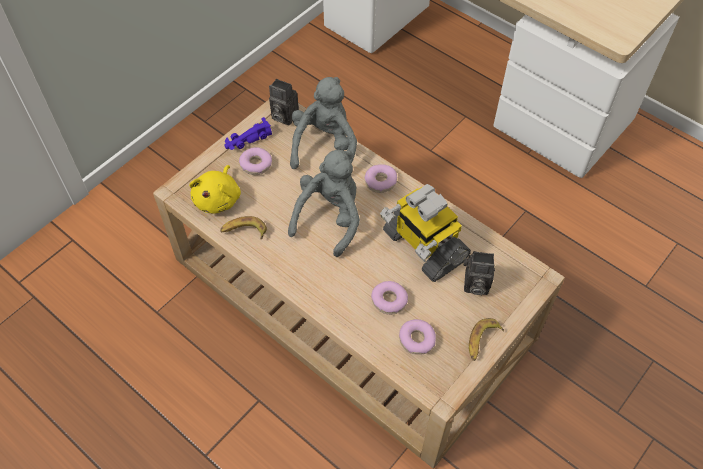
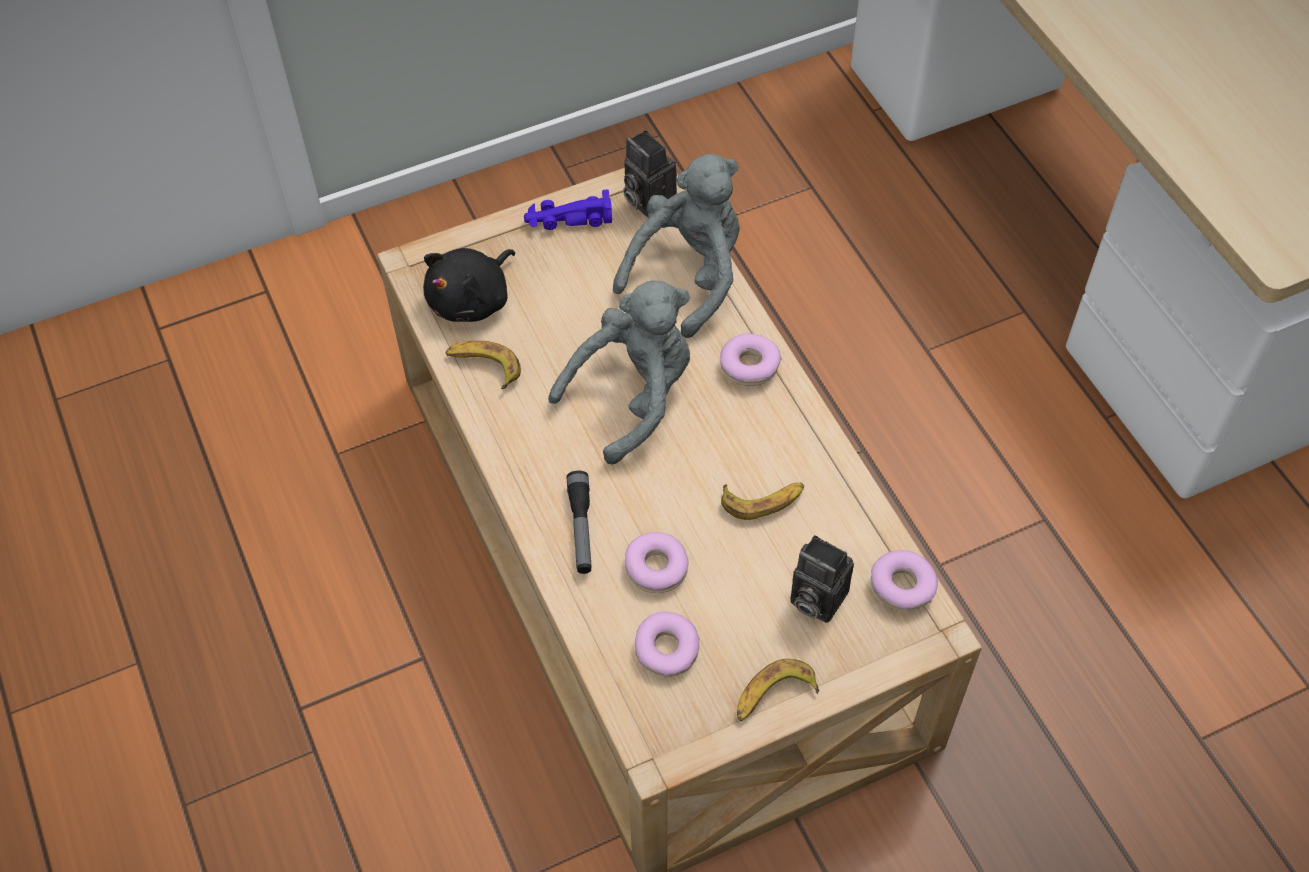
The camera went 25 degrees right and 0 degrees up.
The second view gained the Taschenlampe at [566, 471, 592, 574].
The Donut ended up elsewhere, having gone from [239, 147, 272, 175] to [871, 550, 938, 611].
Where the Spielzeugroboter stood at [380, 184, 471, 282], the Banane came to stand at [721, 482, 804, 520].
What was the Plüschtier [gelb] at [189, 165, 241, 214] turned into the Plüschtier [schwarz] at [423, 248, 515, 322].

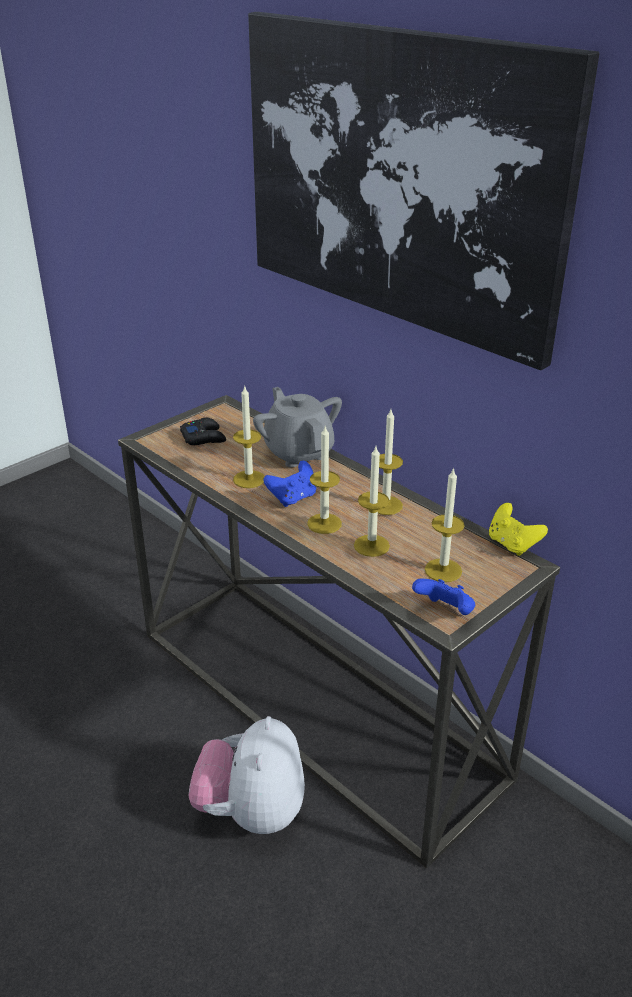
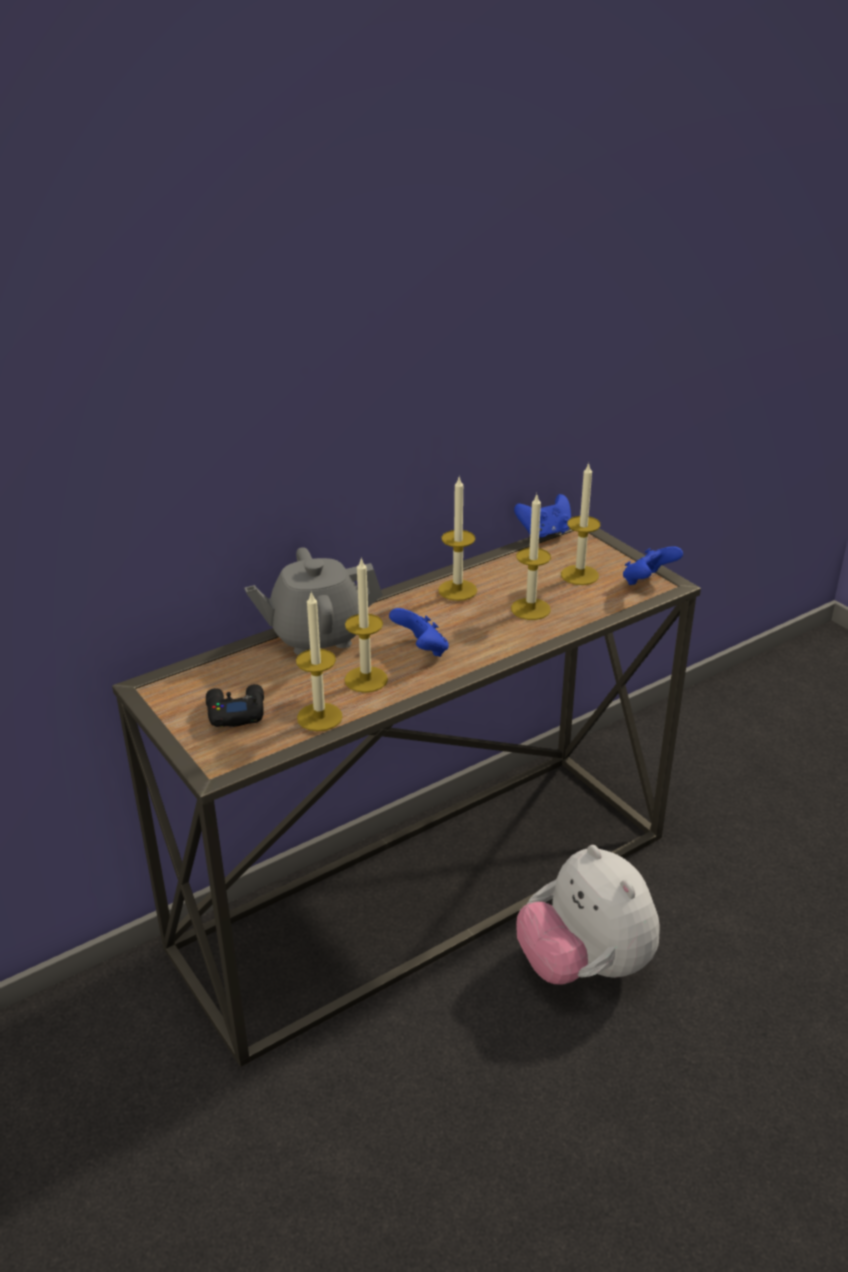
The camera went 80 degrees left and 0 degrees up.
The second view lost the Bild at [248, 12, 599, 370].
The Kerze ended up elsewhere, having gone from [307, 427, 342, 534] to [296, 591, 343, 731].
What was the Gamepad [gelb] at [489, 503, 548, 556] turned into the Gamepad [blau] at [514, 494, 571, 538].
The Plüschtier at [188, 716, 305, 834] ended up facing another way, 45 degrees clockwise from before.

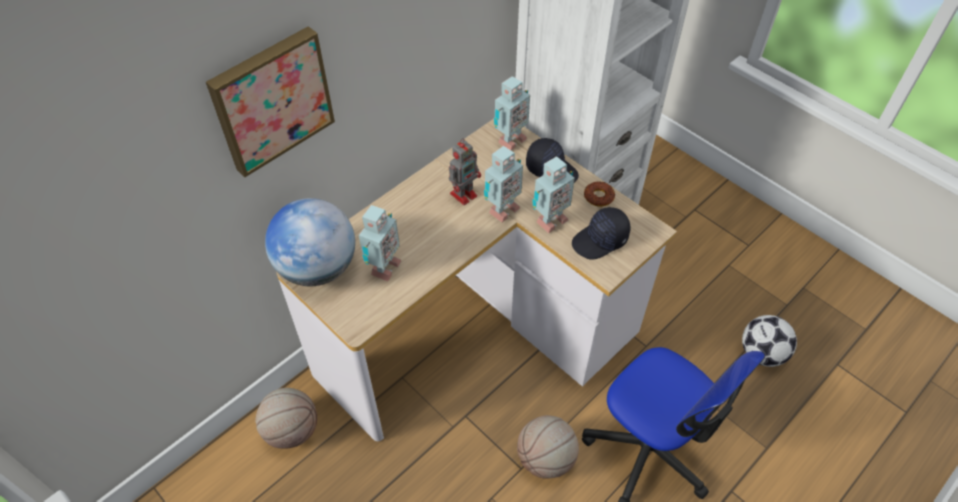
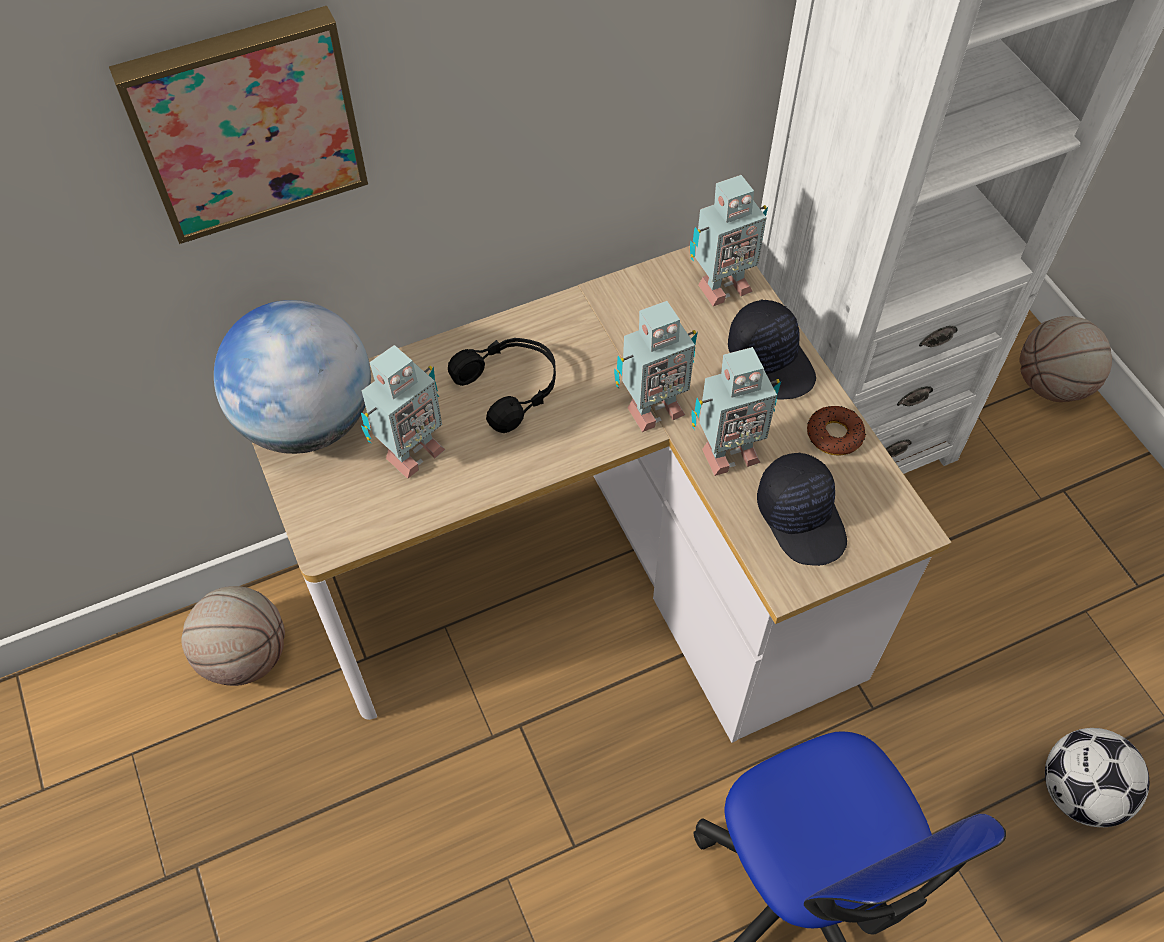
The camera went 20 degrees right and 5 degrees up.
The second view lost the Spielzeugroboter at [449, 138, 481, 205].
The second view gained the Kopfhörer [schwarz] at [448, 338, 556, 433].
The Basketball ended up elsewhere, having gone from [517, 415, 579, 479] to [1020, 316, 1112, 402].
The Kappe [schwarz] at [572, 207, 631, 260] ended up facing another way, 105 degrees counterclockwise from before.

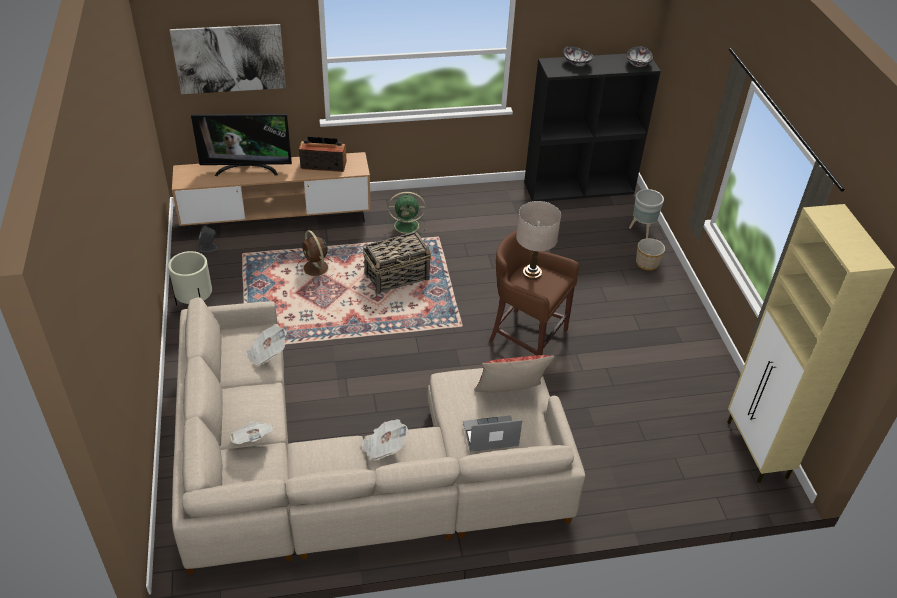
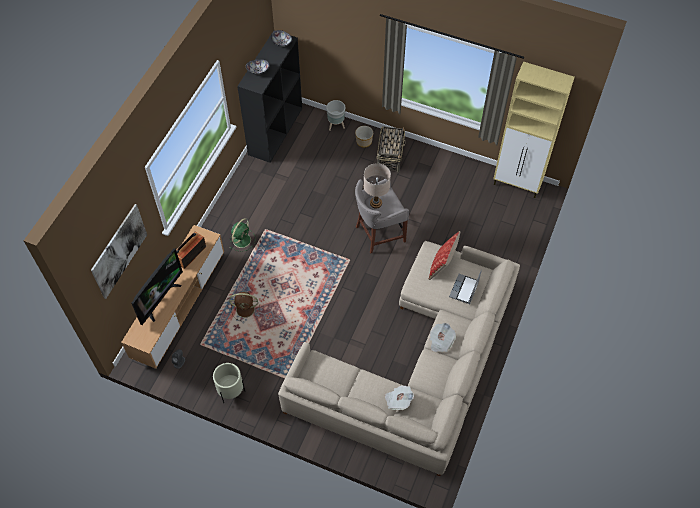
The camera went 55 degrees left and 15 degrees up.
The second view lost the Zeitung at [245, 325, 287, 366].
The Korb ended up elsewhere, having gone from [363, 232, 431, 294] to [377, 126, 406, 173].
What was the Hocker [braun] at [489, 230, 579, 355] turned into the Hocker [grau] at [355, 179, 409, 254].

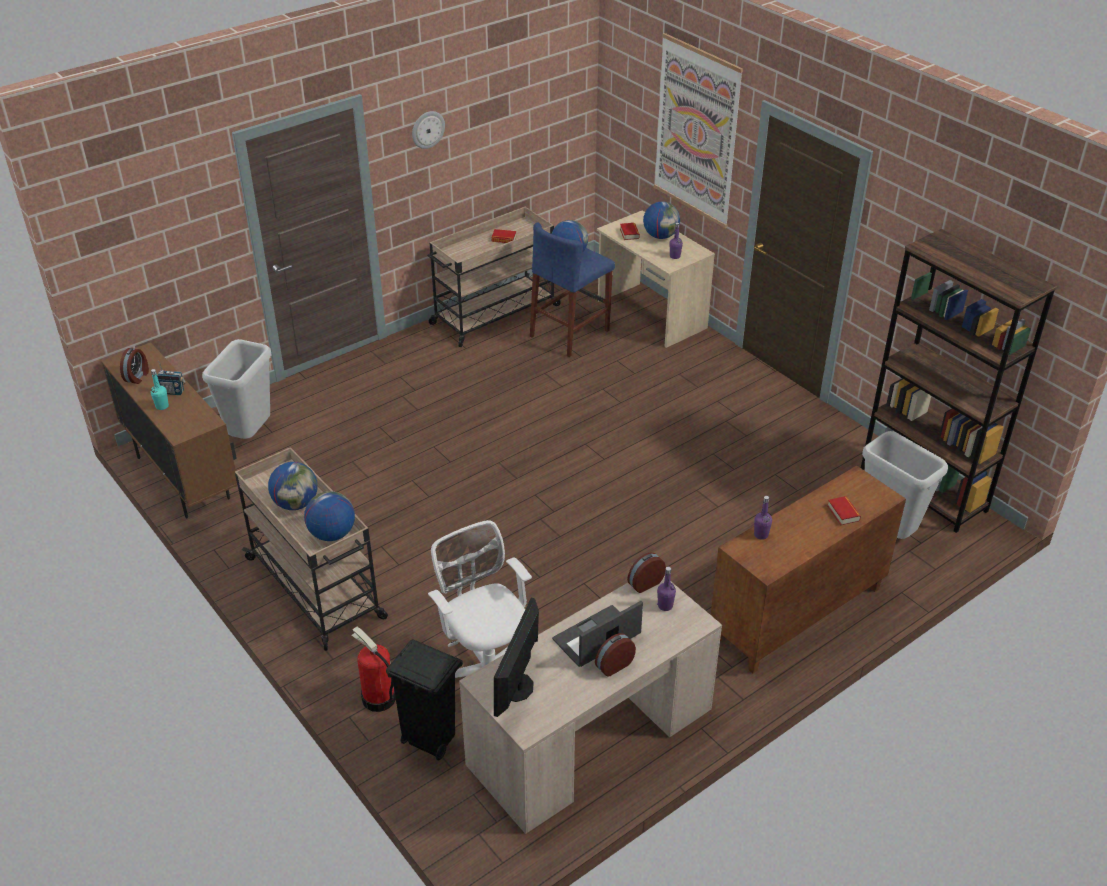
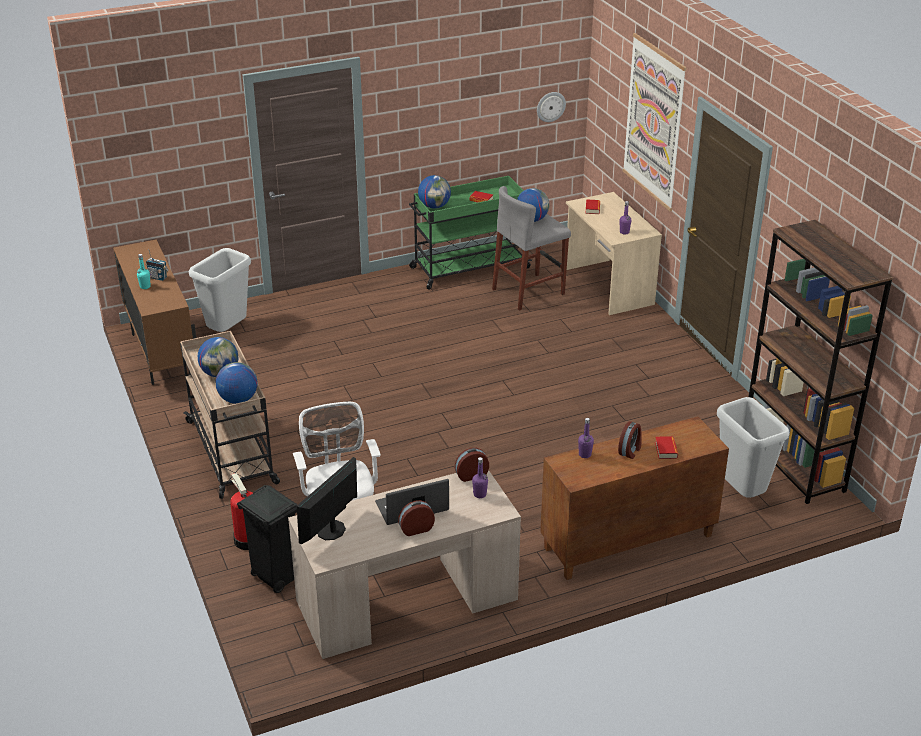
The camera went 15 degrees right and 5 degrees down.
The Wecker ended up elsewhere, having gone from [120, 348, 149, 384] to [618, 421, 642, 459].
The Wanduhr ended up elsewhere, having gone from [412, 111, 445, 149] to [537, 92, 566, 122].
The Globus ended up elsewhere, having gone from [643, 202, 680, 239] to [418, 175, 451, 209].
What was the Rollwagen [beige] at [427, 207, 560, 347] turned into the Rollwagen [grün] at [409, 176, 532, 290].
What was the Hocker [blau] at [530, 222, 615, 357] turned into the Hocker [grau] at [492, 186, 571, 311].

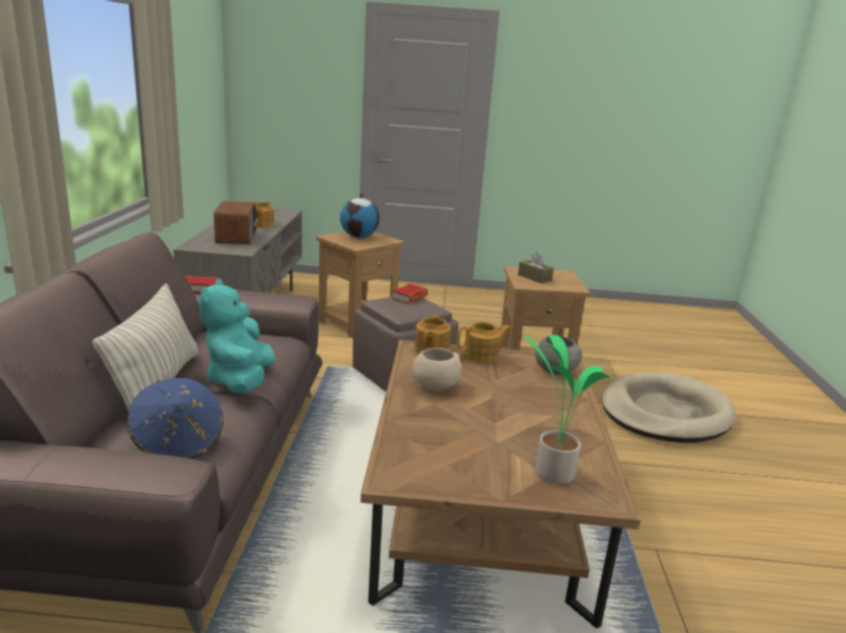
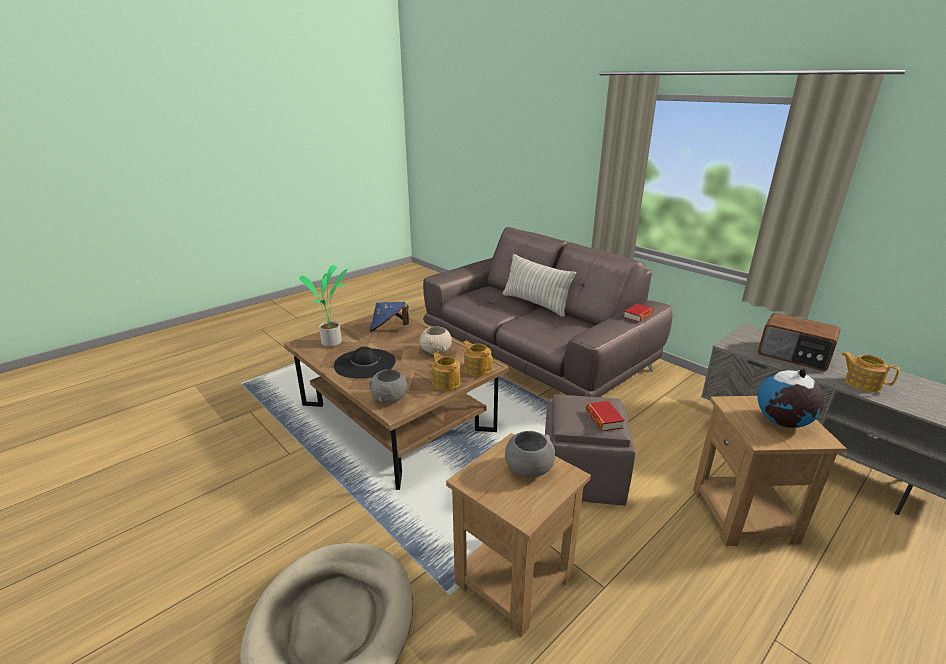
The camera went 135 degrees right and 5 degrees up.
The second view lost the Plüschtier [türkis] at [199, 279, 275, 393].
The second view gained the Hut [schwarz] at [334, 347, 396, 378].
The Hut [blau] ended up elsewhere, having gone from [127, 378, 223, 459] to [369, 302, 409, 332].
Where the Taschentuchbox [braun] stood at [518, 252, 554, 283], the Schüssel [grau] came to stand at [505, 431, 555, 477].
The Teekanne at [457, 322, 511, 363] ended up facing another way, 120 degrees clockwise from before.

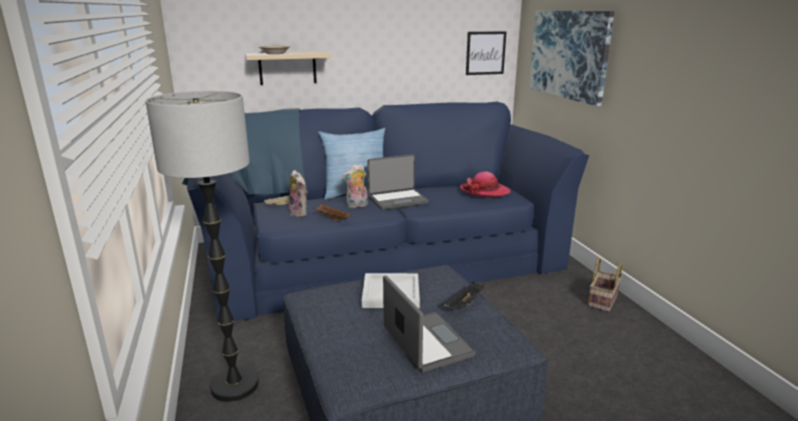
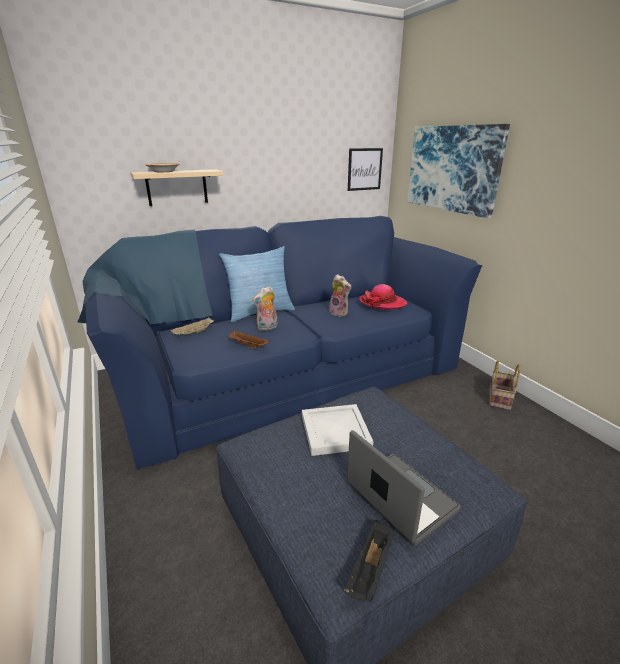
The camera went 10 degrees left and 5 degrees up.
The second view lost the Stehlampe at [145, 91, 259, 402].
The second view lost the Laptop at [368, 154, 429, 210].
The Plüschtier ended up elsewhere, having gone from [289, 170, 308, 217] to [329, 274, 351, 317].
The Tablett [schwarz] ended up elsewhere, having gone from [443, 282, 484, 310] to [344, 520, 395, 602].

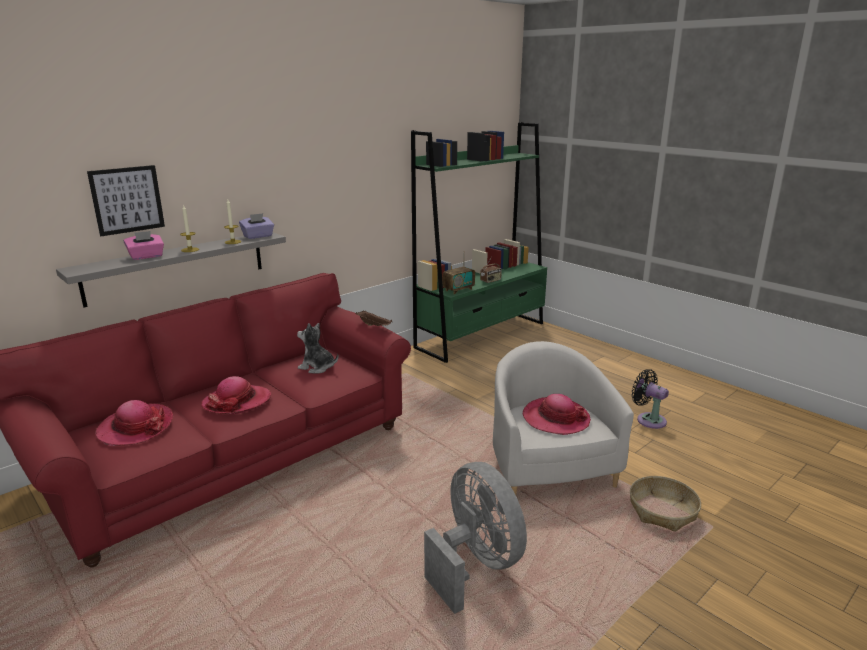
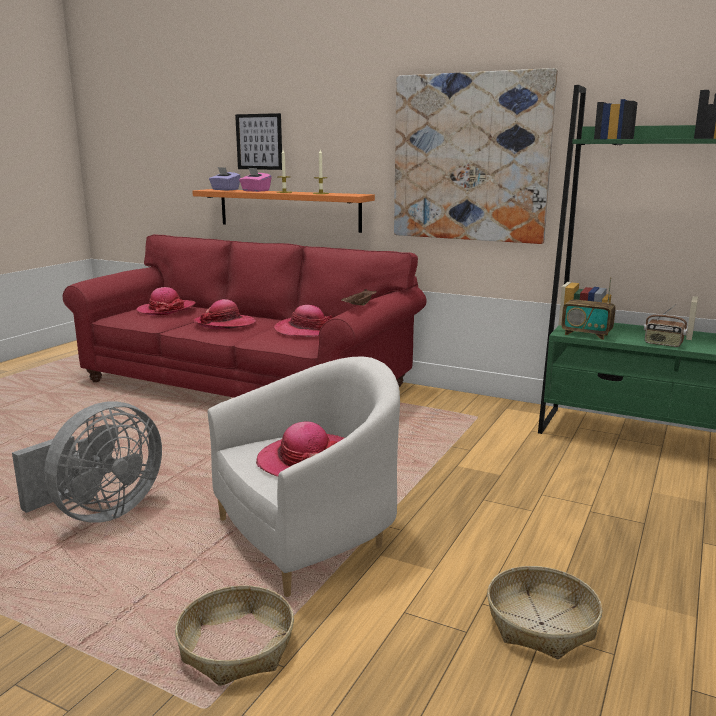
The camera went 70 degrees right and 5 degrees down.
The second view gained the Bild at [394, 68, 558, 244].
The Taschentuchbox [lila] ended up elsewhere, having gone from [239, 213, 274, 239] to [209, 167, 241, 191].
Where the Plüschtier stood at [297, 323, 339, 374], the Hut came to stand at [274, 305, 333, 337].
Where the Ventilator [schwarz] stood at [632, 369, 669, 429], the Korb came to stand at [487, 566, 603, 659].
What was the Wandregal [grau] at [56, 233, 286, 307] turned into the Wandregal [orange] at [192, 189, 375, 233].

